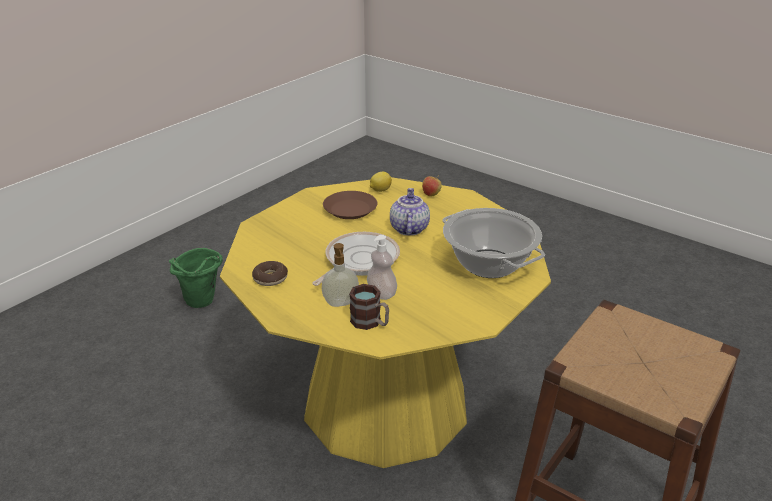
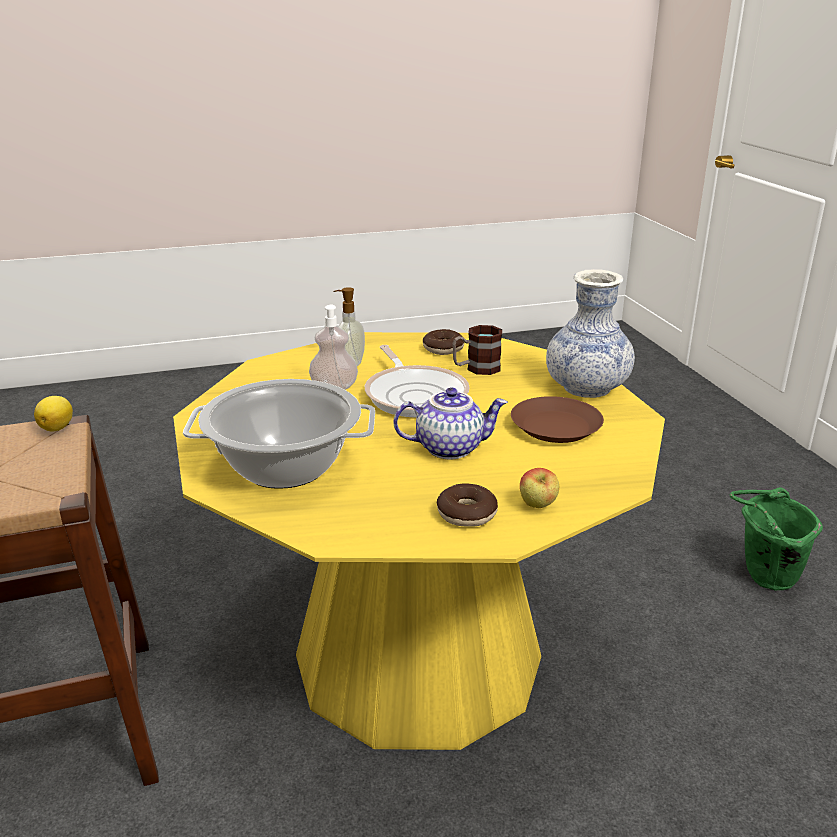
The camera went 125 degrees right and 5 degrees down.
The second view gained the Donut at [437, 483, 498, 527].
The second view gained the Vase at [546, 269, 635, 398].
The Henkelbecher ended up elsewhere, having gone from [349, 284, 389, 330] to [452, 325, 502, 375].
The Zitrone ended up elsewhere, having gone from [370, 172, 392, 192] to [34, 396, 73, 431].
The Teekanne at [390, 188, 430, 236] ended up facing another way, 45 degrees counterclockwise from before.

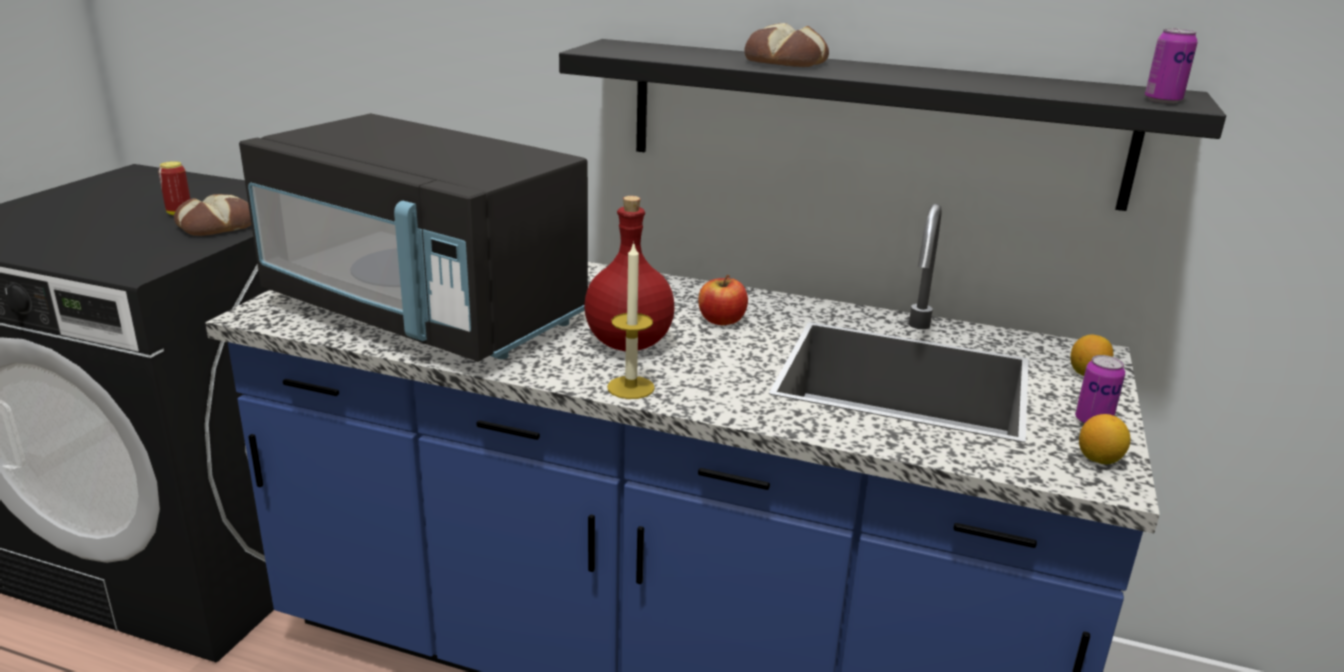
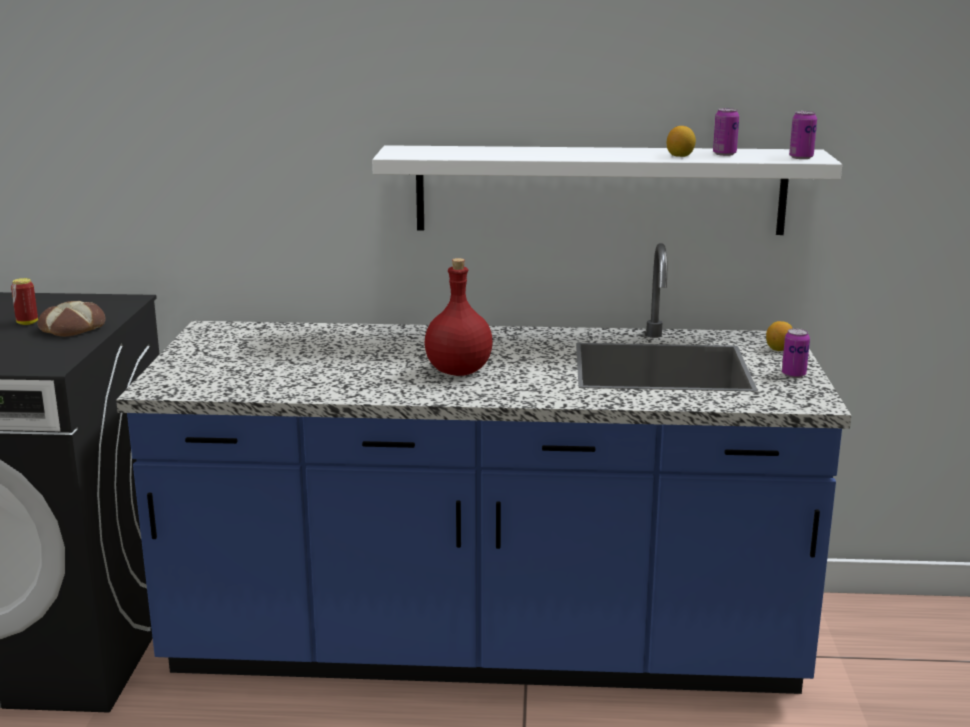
The camera went 15 degrees left and 5 degrees down.
The second view lost the Mikrowelle [schwarz] at [239, 113, 588, 362].
The second view lost the Kerze at [607, 242, 655, 399].
The second view lost the Apfel at [698, 275, 748, 325].
The second view lost the Brot at [744, 23, 829, 67].
The second view gained the Dose at [713, 108, 739, 156].
The Zitrone ended up elsewhere, having gone from [1079, 414, 1130, 464] to [667, 126, 696, 157].
What was the Wandregal [schwarz] at [559, 39, 1226, 211] turned into the Wandregal [weiß] at [372, 145, 842, 235].

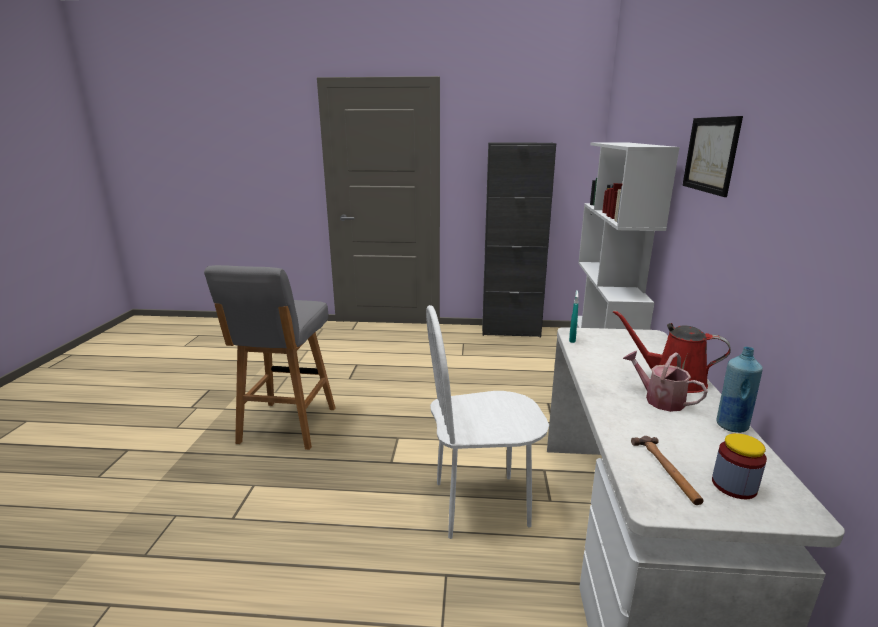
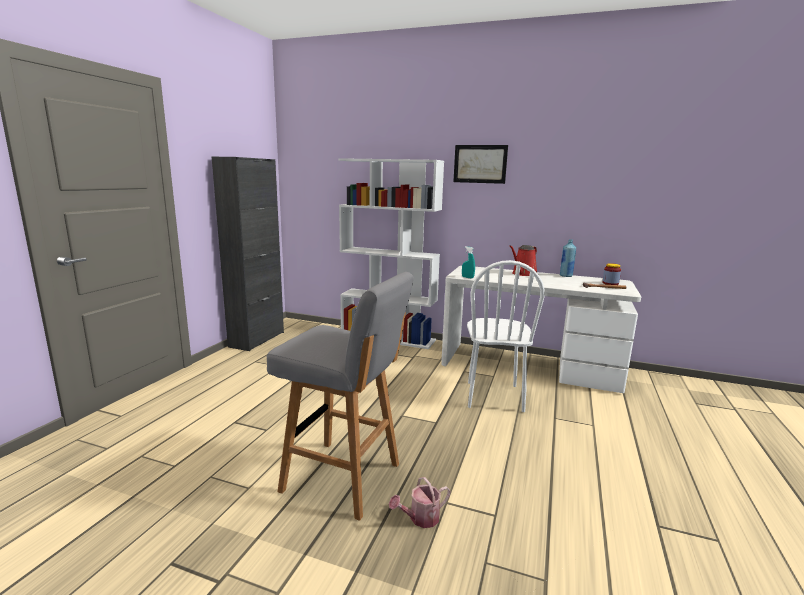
The camera went 75 degrees left and 5 degrees down.
The Gießkanne ended up elsewhere, having gone from [623, 351, 708, 412] to [389, 477, 450, 528].

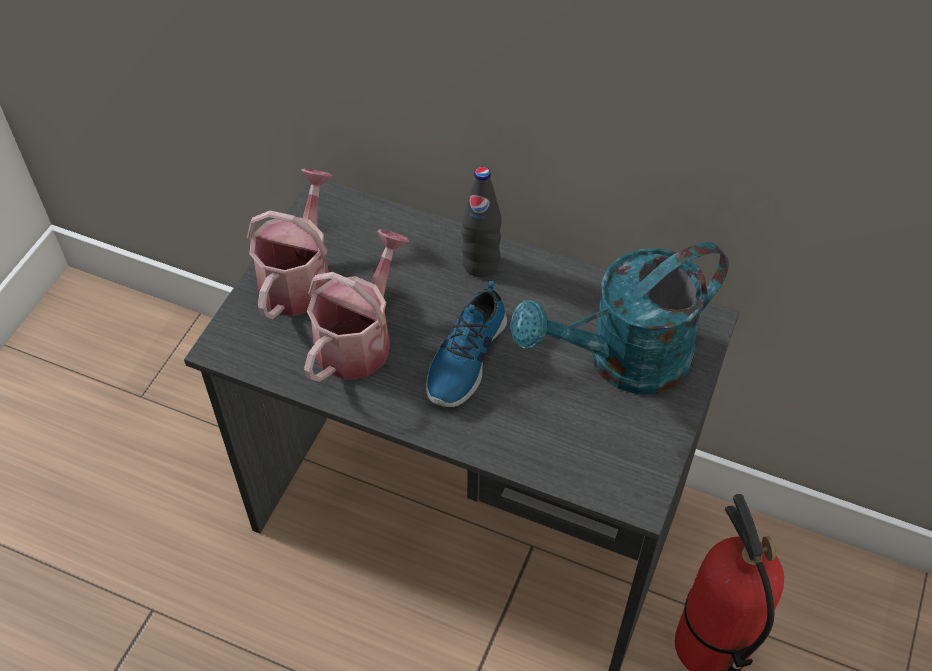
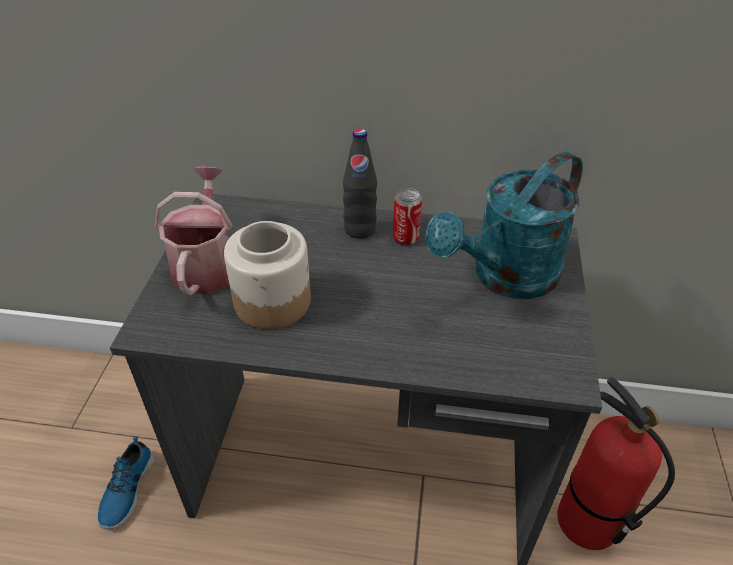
The camera went 15 degrees left and 10 degrees down.
The second view gained the Dose at [393, 188, 422, 246].
The Schuh ended up elsewhere, having gone from [426, 281, 507, 407] to [98, 436, 154, 530].
Where the Gießkanne stood at [304, 229, 409, 382], the Vorratsglas came to stand at [224, 221, 311, 329].

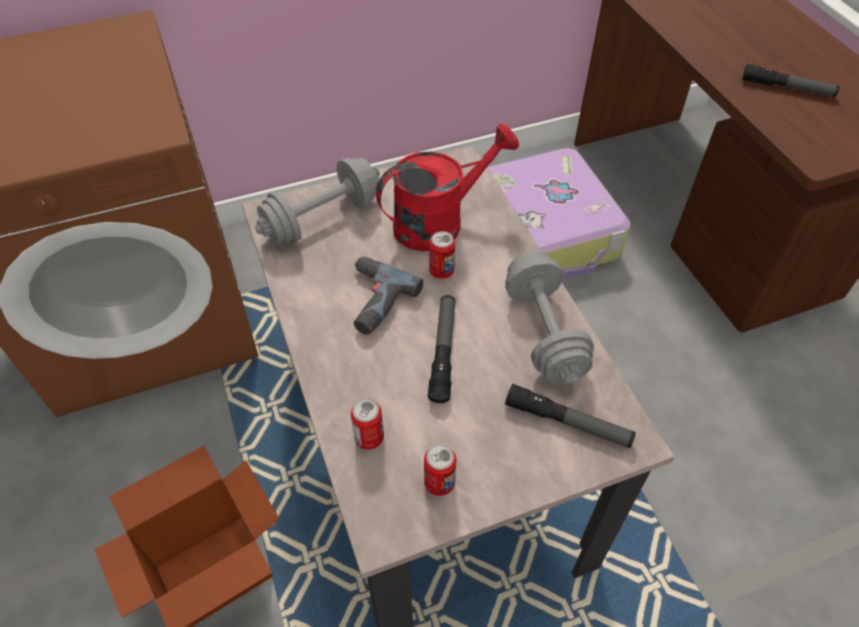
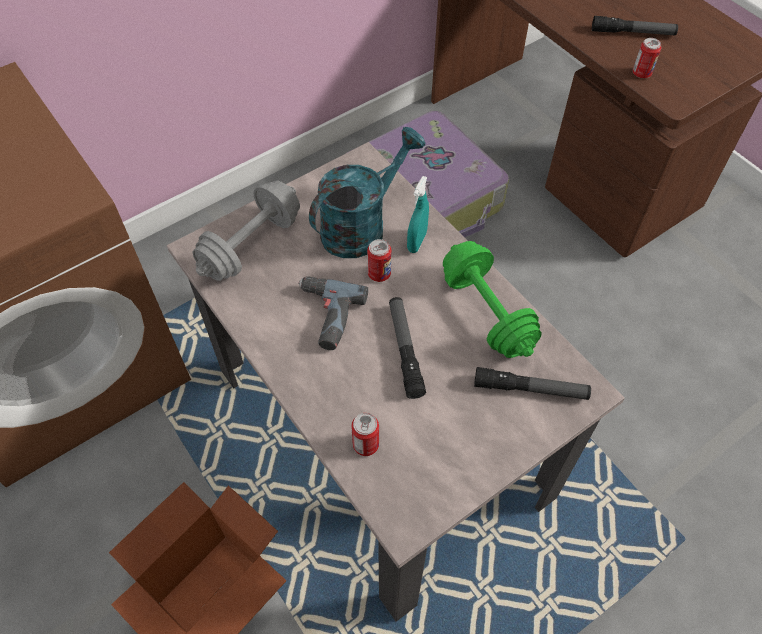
The camera went 15 degrees left and 5 degrees up.
The second view gained the Sprühflasche [türkis] at [407, 176, 429, 253].
The Dose ended up elsewhere, having gone from [424, 444, 456, 496] to [633, 38, 661, 78].
What was the Gießkanne [rot] at [376, 124, 519, 251] turned into the Gießkanne [türkis] at [309, 127, 425, 258].
What was the Hantel [grau] at [505, 251, 594, 384] turned into the Hantel [grün] at [443, 241, 542, 358].

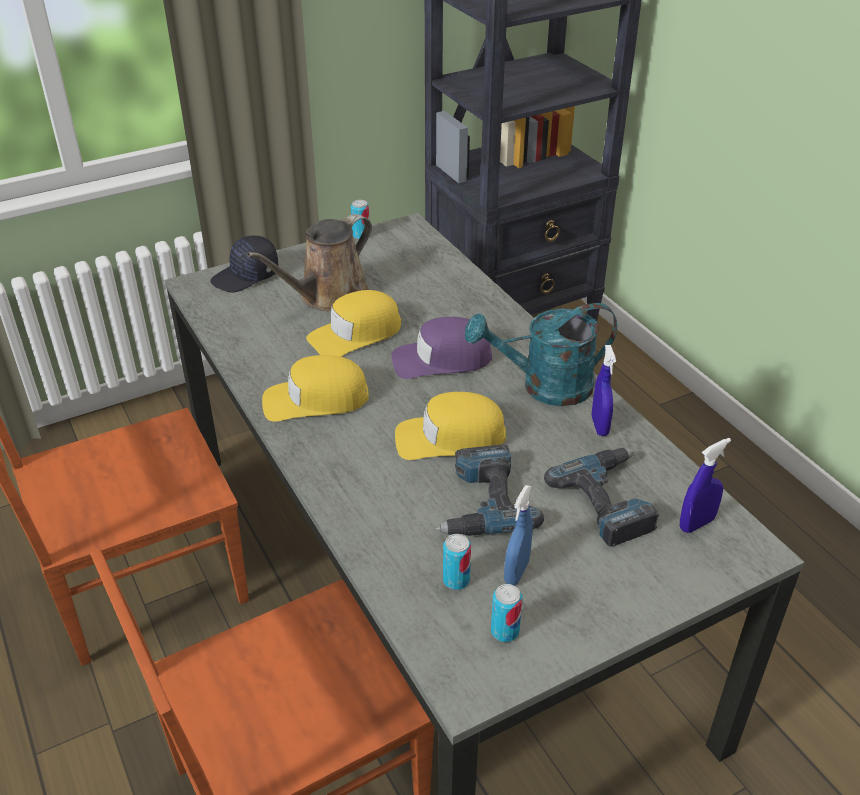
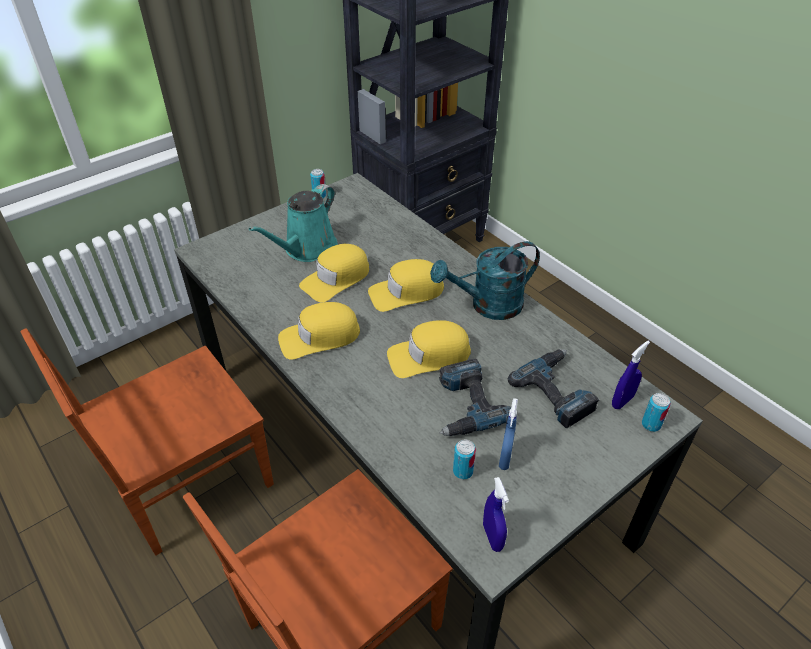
The camera went 10 degrees left and 5 degrees up.
The second view lost the Kappe [schwarz] at [210, 235, 278, 293].
The Dose ended up elsewhere, having gone from [491, 584, 522, 642] to [642, 393, 671, 432].
The Sprühflasche [blau] ended up elsewhere, having gone from [592, 345, 616, 436] to [483, 477, 509, 552].
What was the Gießkanne [braun] at [247, 214, 372, 311] turned into the Gießkanne [türkis] at [249, 184, 338, 262].
What was the Kappe [lila] at [391, 317, 492, 379] turned into the Kappe [gelb] at [368, 259, 444, 312].

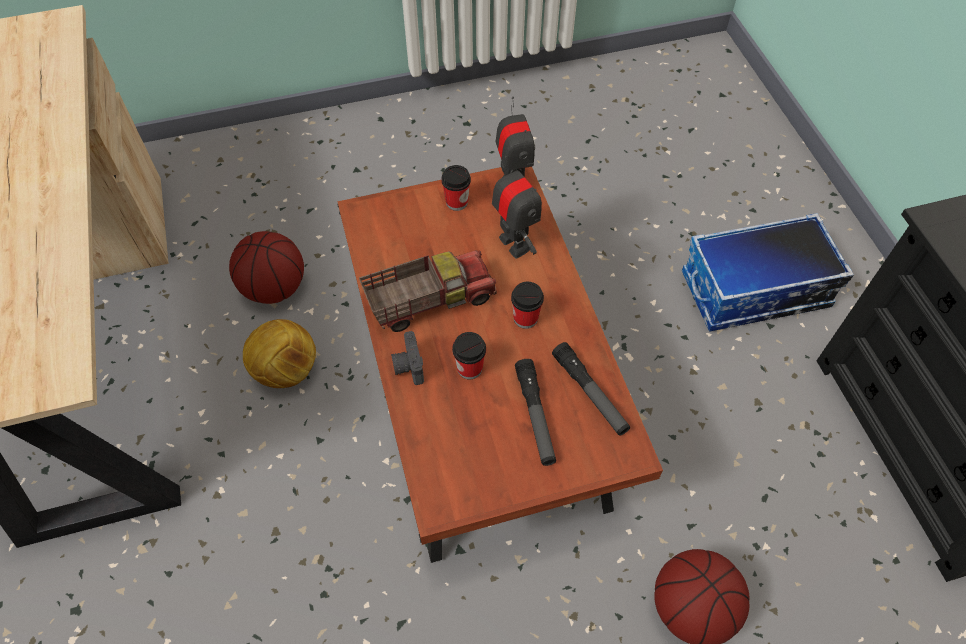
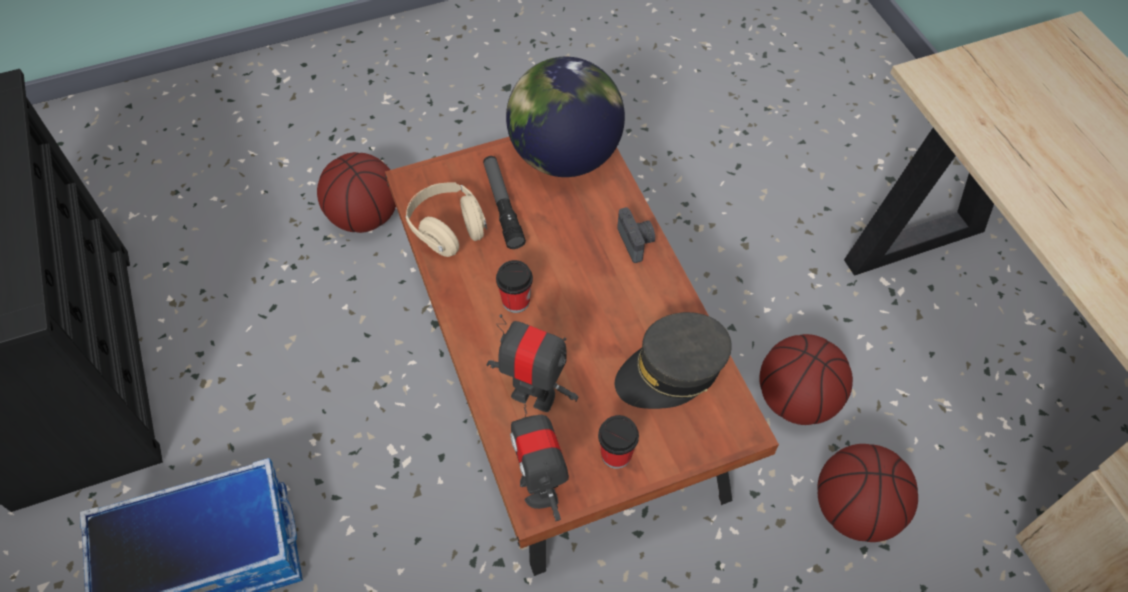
The camera went 175 degrees right and 0 degrees up.
The second view lost the Spielzeuglaster at [359, 250, 497, 332].
The second view lost the Tasse at [452, 332, 486, 379].
The second view gained the Globus at [506, 57, 625, 177].
The second view gained the Kappe [grau] at [615, 312, 732, 409].
Where the Fußball stood at [243, 319, 316, 388], the Basketball came to stand at [759, 334, 853, 425].
Where the Taschenlampe stood at [552, 342, 630, 436], the Kopfhörer [beige] came to stand at [405, 182, 487, 257].
The Spielzeugroboter at [492, 156, 542, 258] ended up facing another way, 150 degrees clockwise from before.

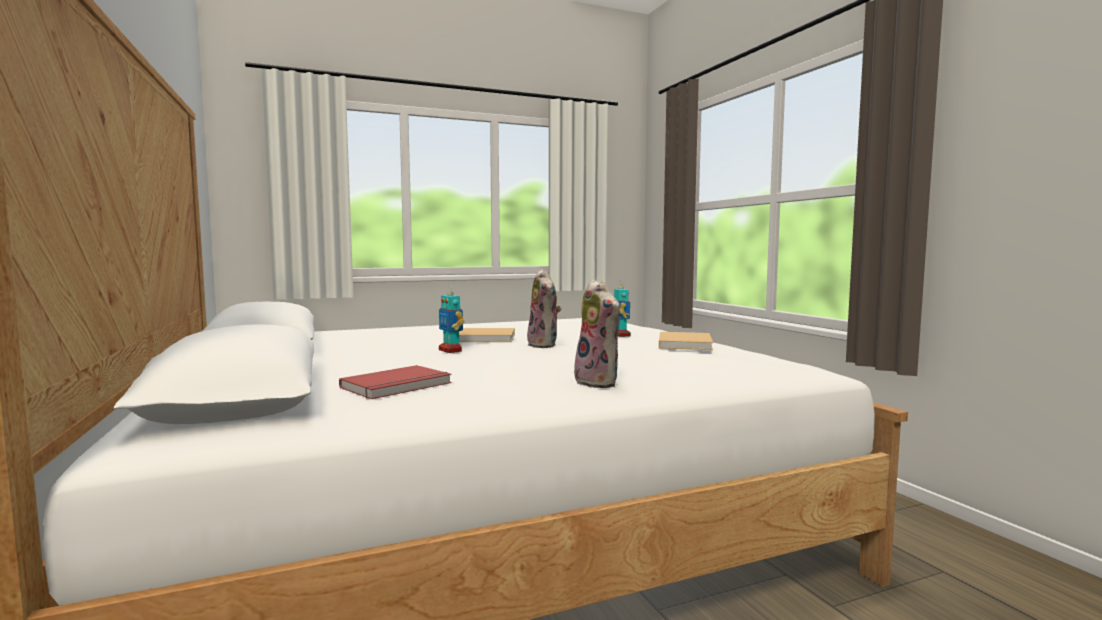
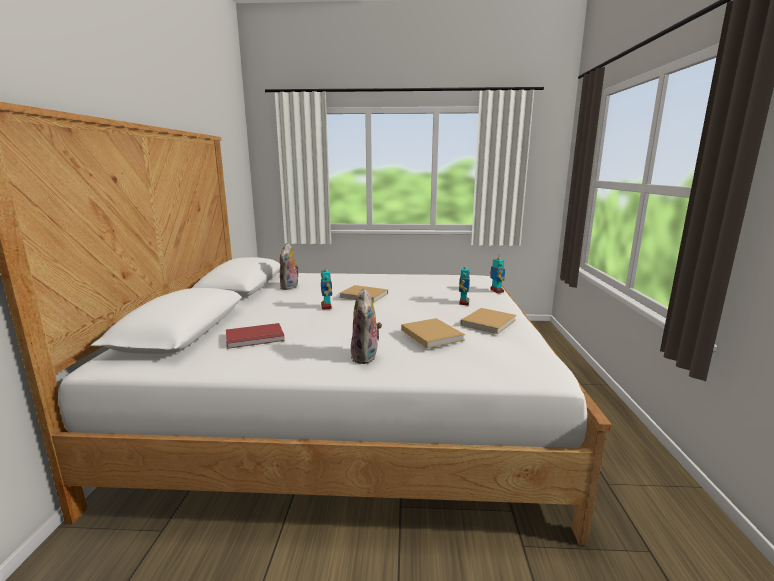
The camera went 25 degrees right and 10 degrees up.
The second view gained the Buch [beige] at [401, 318, 465, 348].
The second view gained the Spielzeugroboter at [490, 257, 505, 293].
The Plüschtier ended up elsewhere, having gone from [525, 269, 561, 348] to [280, 243, 299, 290].

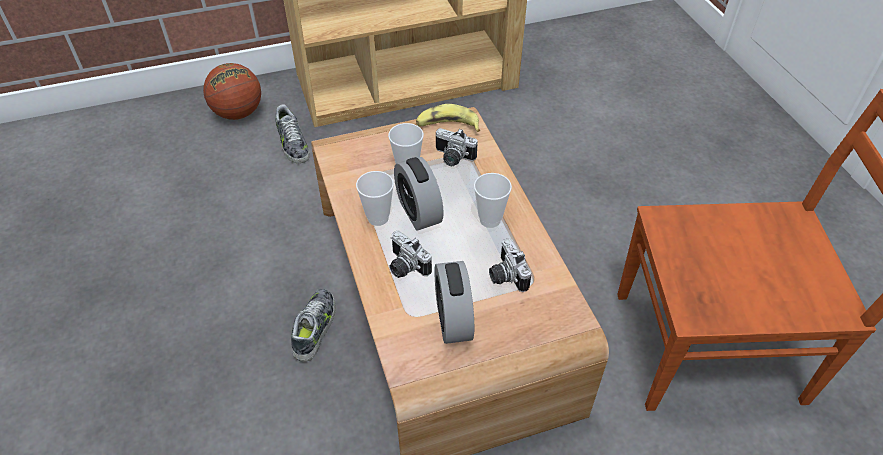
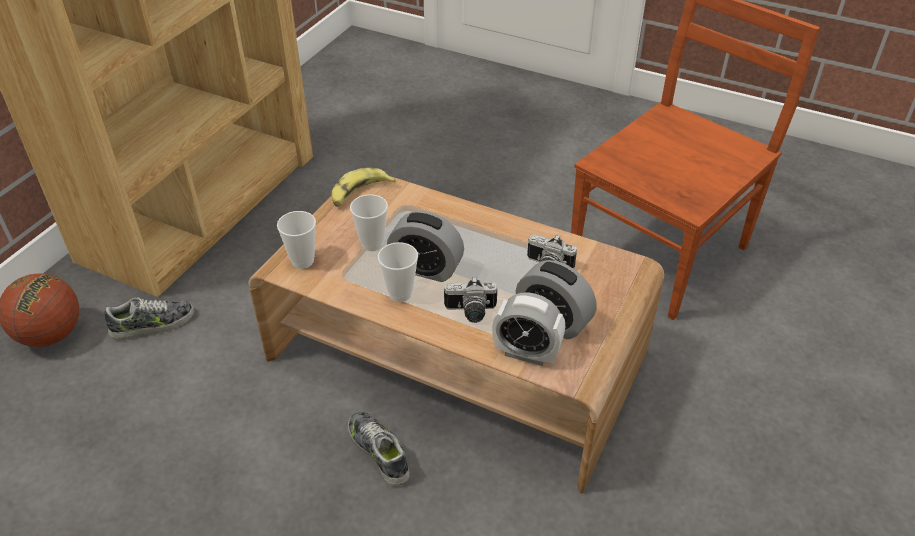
The camera went 45 degrees left and 5 degrees down.
The second view lost the Kamera at [435, 128, 478, 166].
The second view gained the Wecker at [492, 292, 565, 366].
The Tasse ended up elsewhere, having gone from [474, 173, 512, 228] to [277, 211, 316, 269].
The Schuh at [275, 104, 310, 163] ended up facing another way, 45 degrees counterclockwise from before.

